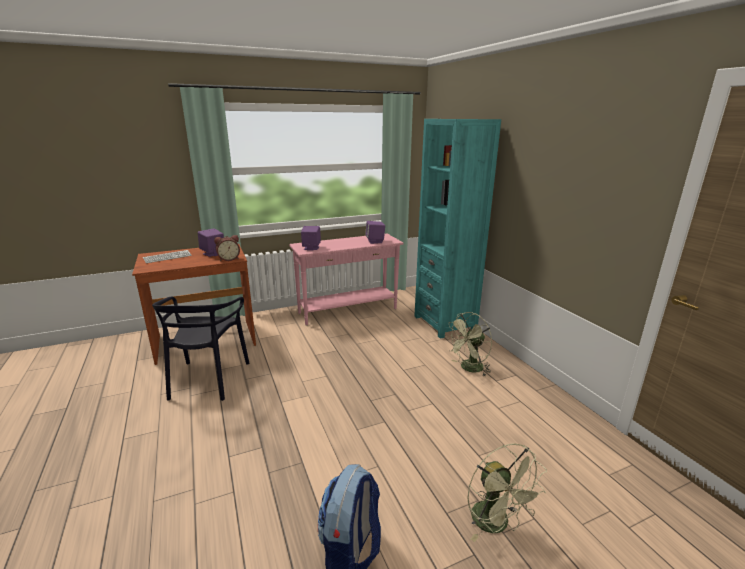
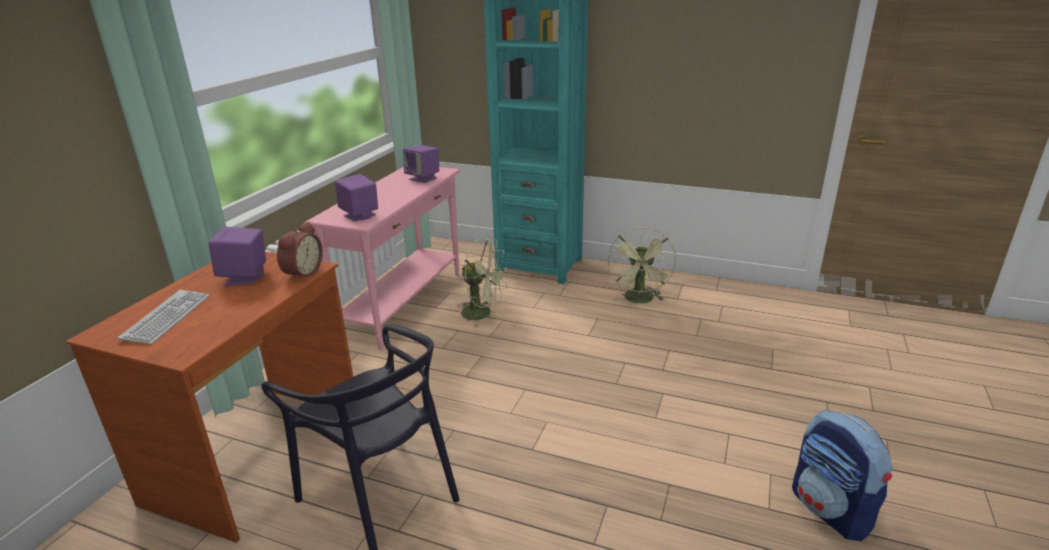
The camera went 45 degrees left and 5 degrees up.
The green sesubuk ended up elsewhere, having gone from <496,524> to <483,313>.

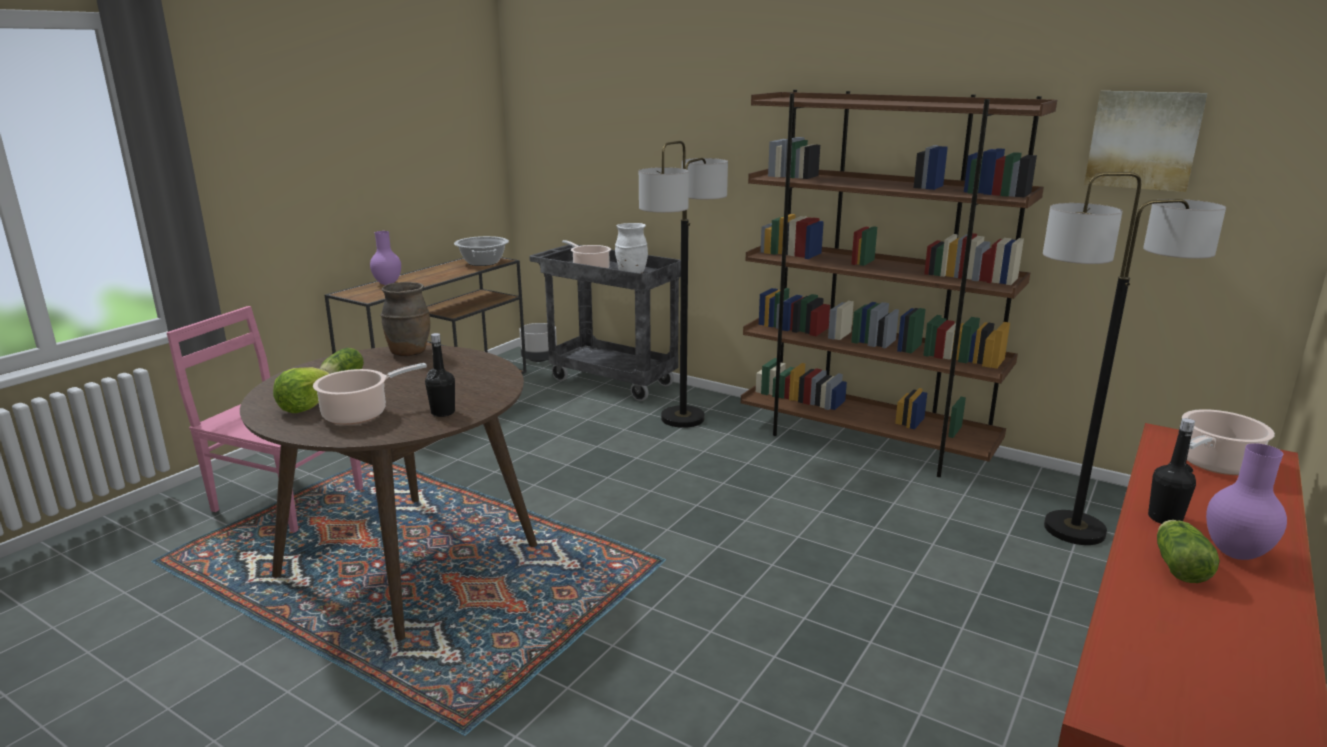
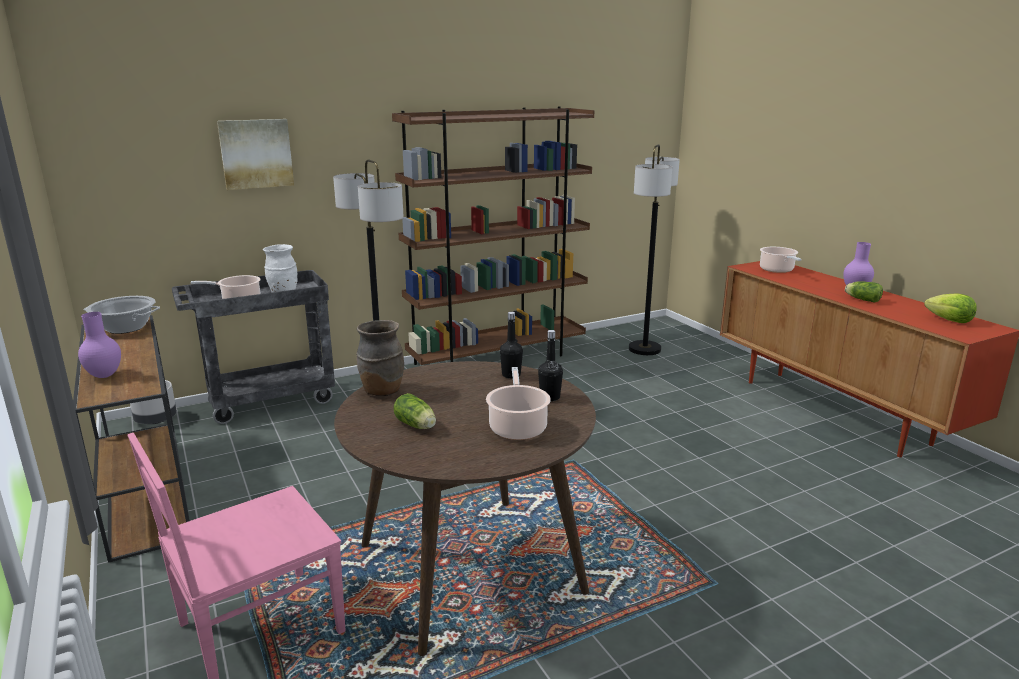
The camera went 60 degrees left and 0 degrees up.
The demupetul ended up elsewhere, having gone from <1143,140> to <256,153>.
The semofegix ended up elsewhere, having gone from <305,406> to <949,320>.
The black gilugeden ended up elsewhere, having gone from <1164,518> to <511,375>.

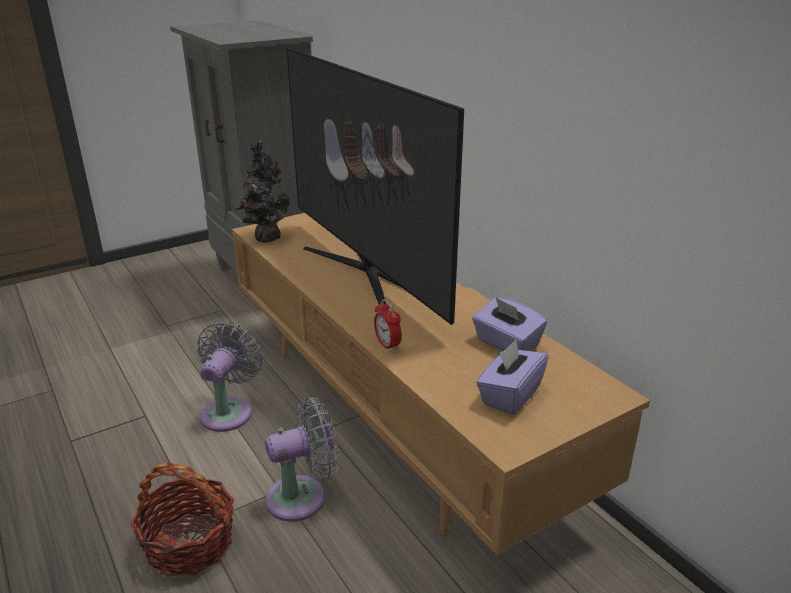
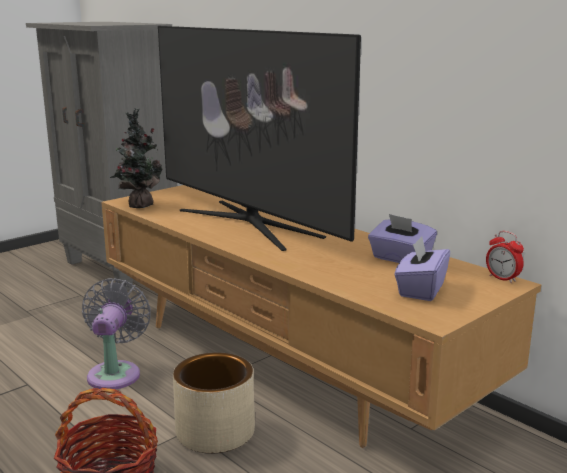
The camera went 10 degrees left and 10 degrees down.
The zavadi ended up elsewhere, having gone from <387,345> to <502,279>.
Where the grey sesubuk stood at <302,497>, the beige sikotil came to stand at <214,432>.

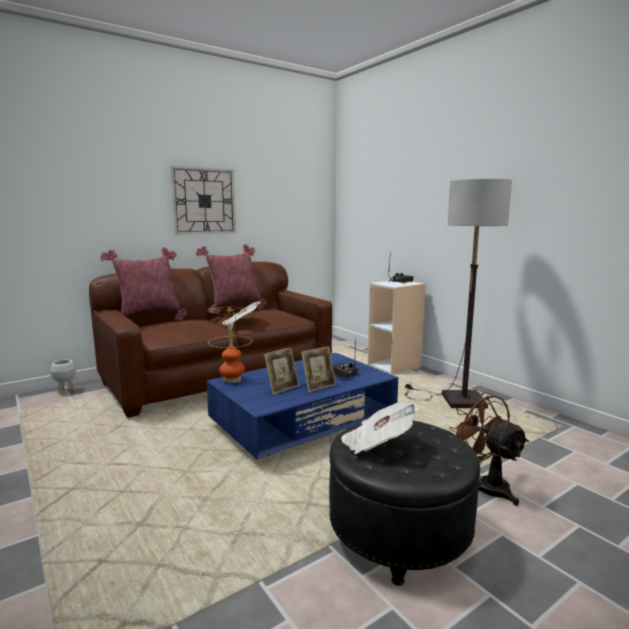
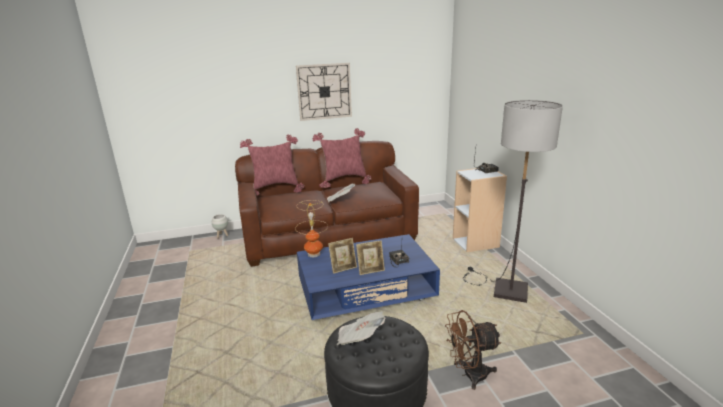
The camera went 20 degrees right and 10 degrees up.
The brown sesubuk at <486,485> ended up facing another way, 90 degrees counterclockwise from before.

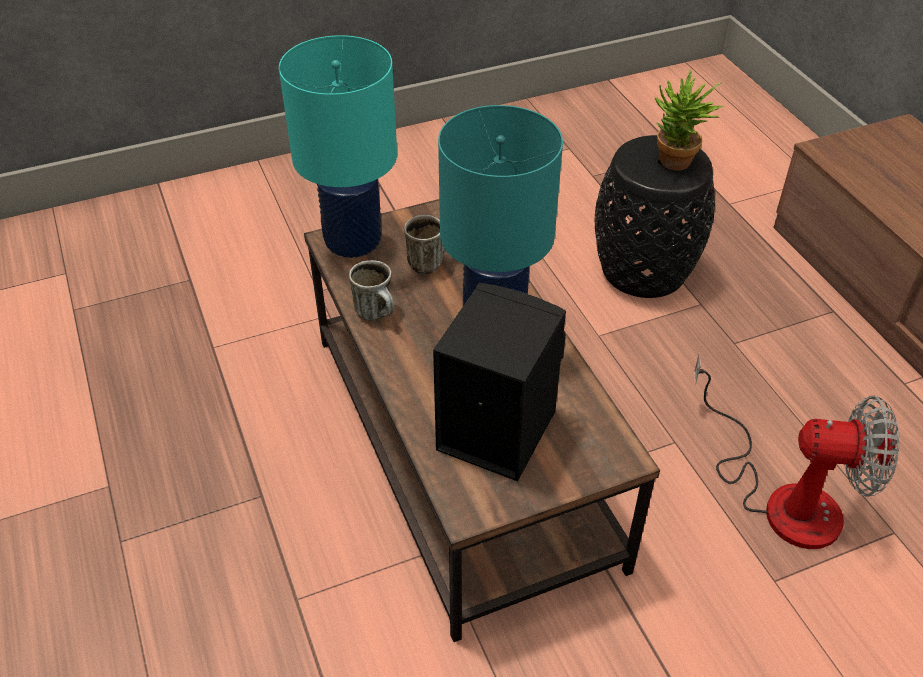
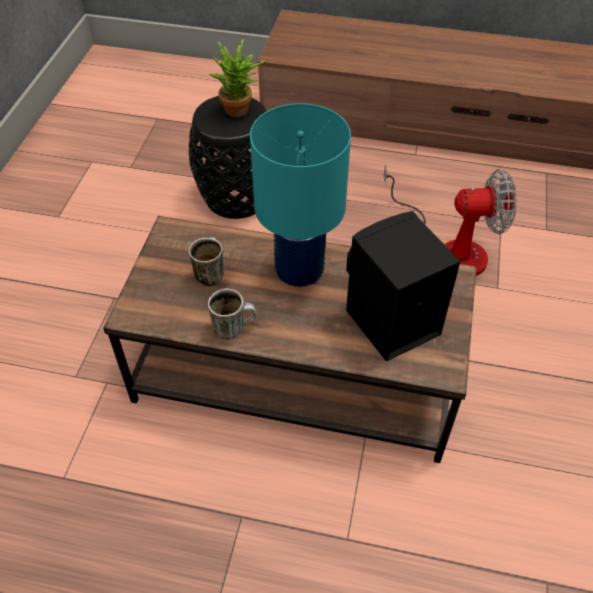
The camera went 55 degrees left and 5 degrees up.
The second view lost the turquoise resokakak at <353,245>.
The sesubuk at <783,496> ended up facing another way, 45 degrees clockwise from before.

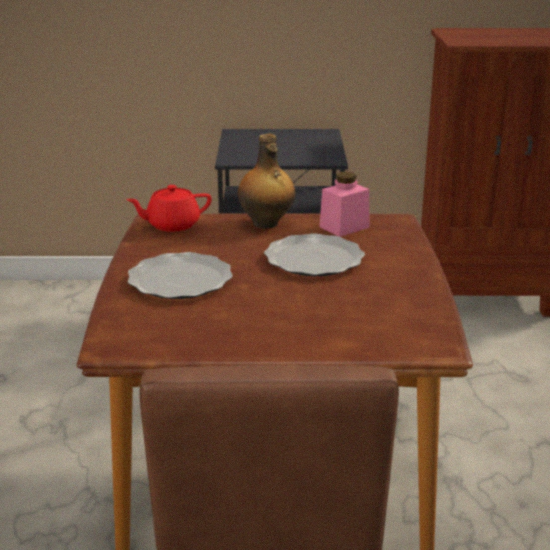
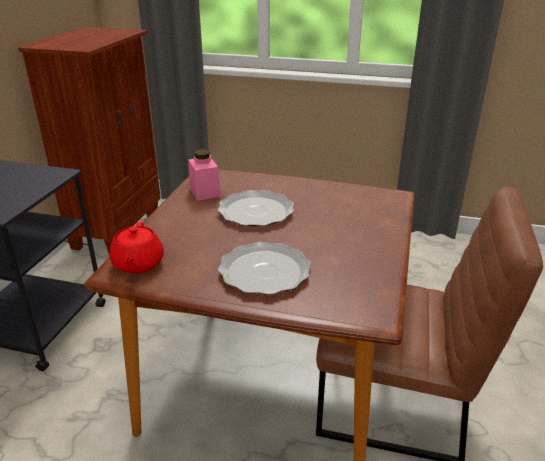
The camera went 75 degrees left and 5 degrees up.
The second view lost the gilugeden at <266,224>.

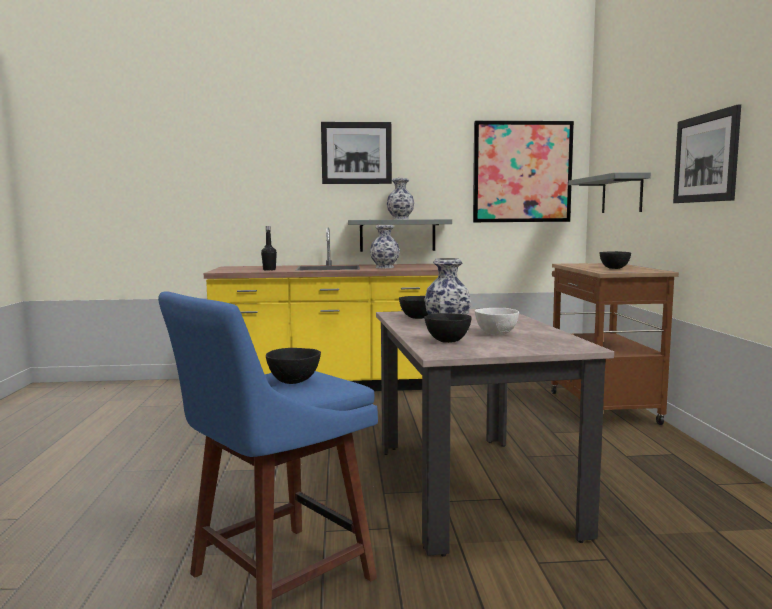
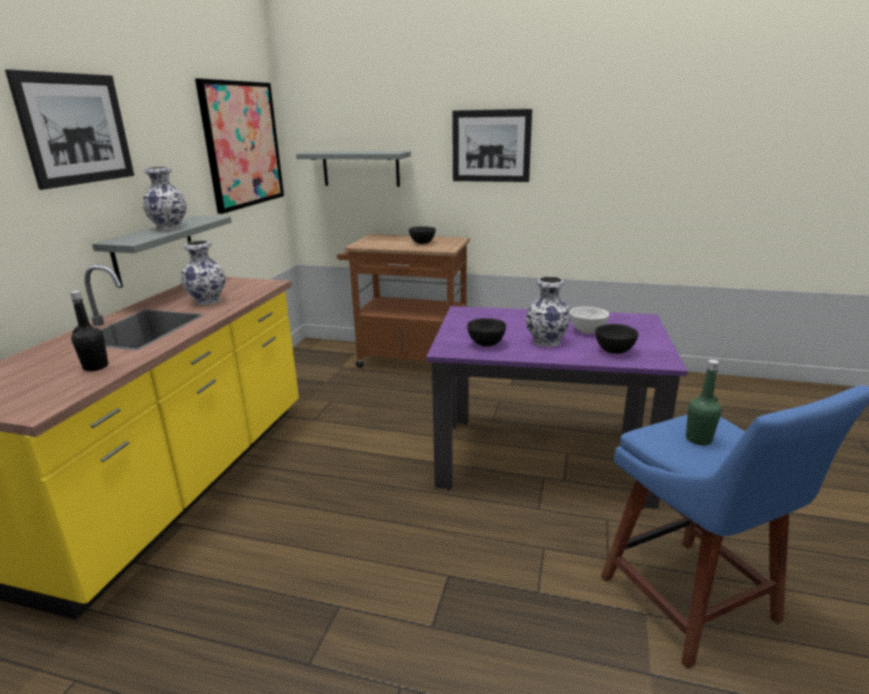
The camera went 70 degrees left and 15 degrees up.
What was the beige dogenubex at <471,487> turned into the purple dogenubex at <542,460>.
Where the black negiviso stood at <295,381>, the green gilugeden came to stand at <698,439>.

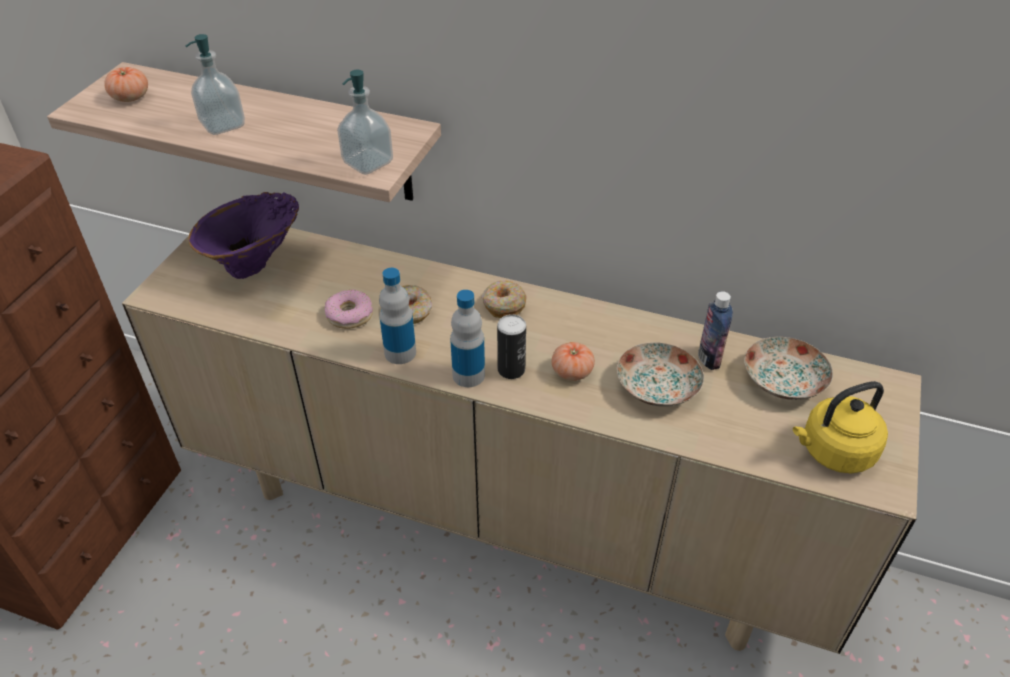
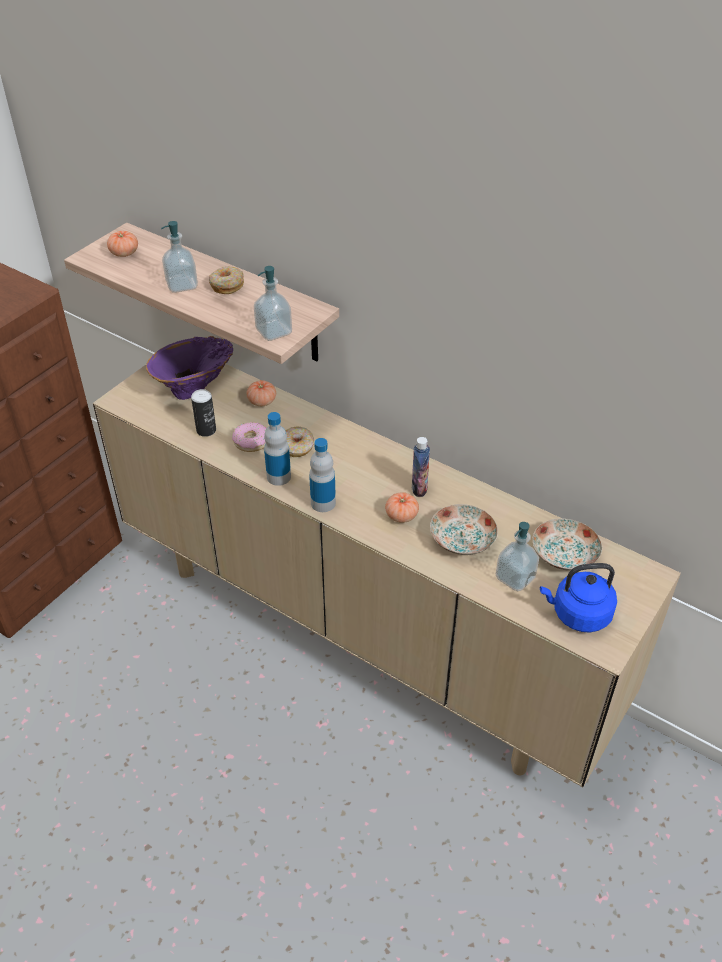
The camera went 15 degrees right and 0 degrees up.
The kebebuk ended up elsewhere, having gone from <503,305> to <227,285>.
The gilugeden ended up elsewhere, having gone from <709,358> to <419,488>.
The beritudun ended up elsewhere, having gone from <511,369> to <206,430>.
What was the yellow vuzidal at <833,452> turned into the blue vuzidal at <578,614>.
The second view gained the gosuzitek at <262,401>.
The second view gained the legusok at <515,578>.

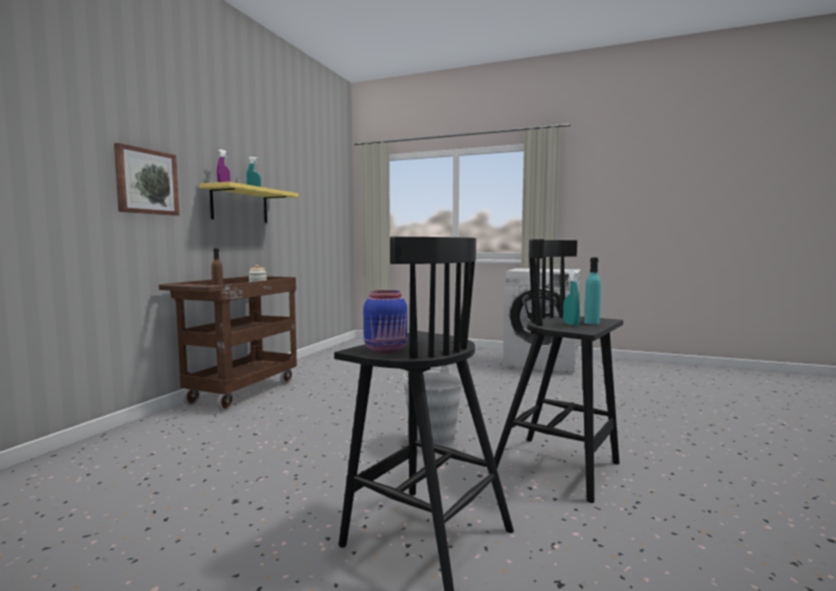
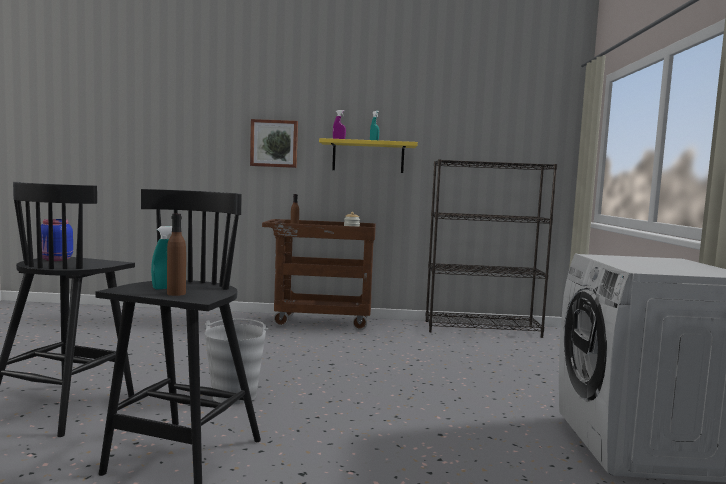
The camera went 70 degrees right and 0 degrees up.
What was the turquoise gilugeden at <591,322> turned into the brown gilugeden at <176,293>.
The second view gained the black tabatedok at <482,329>.

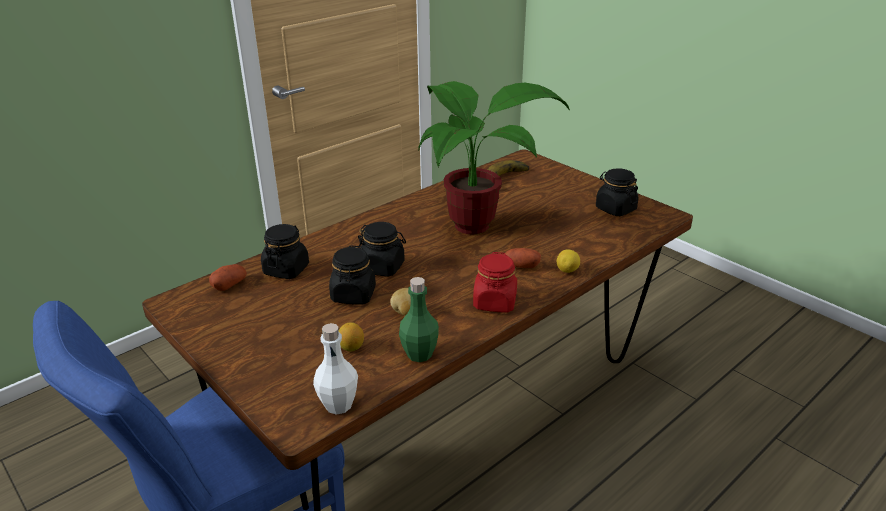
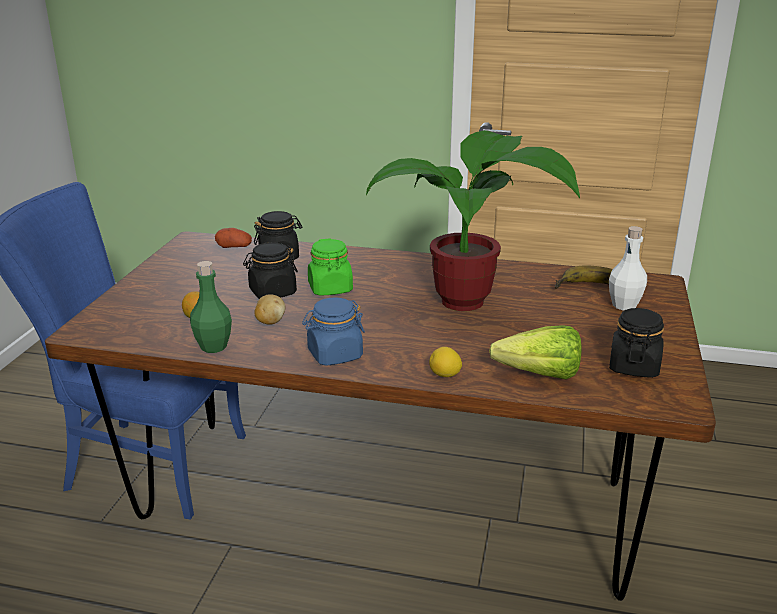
The camera went 55 degrees right and 5 degrees down.
What was the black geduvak at <382,267> turned into the green geduvak at <330,288>.
The second view lost the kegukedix at <520,266>.
What was the red geduvak at <495,302> turned into the blue geduvak at <334,355>.
The white gilugeden ended up elsewhere, having gone from <338,405> to <624,305>.
The second view gained the semofegix at <532,374>.

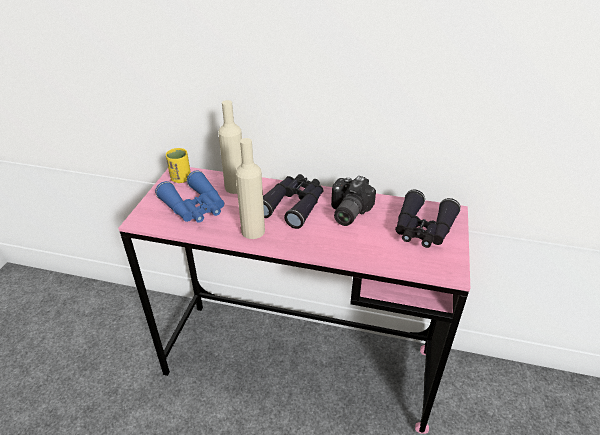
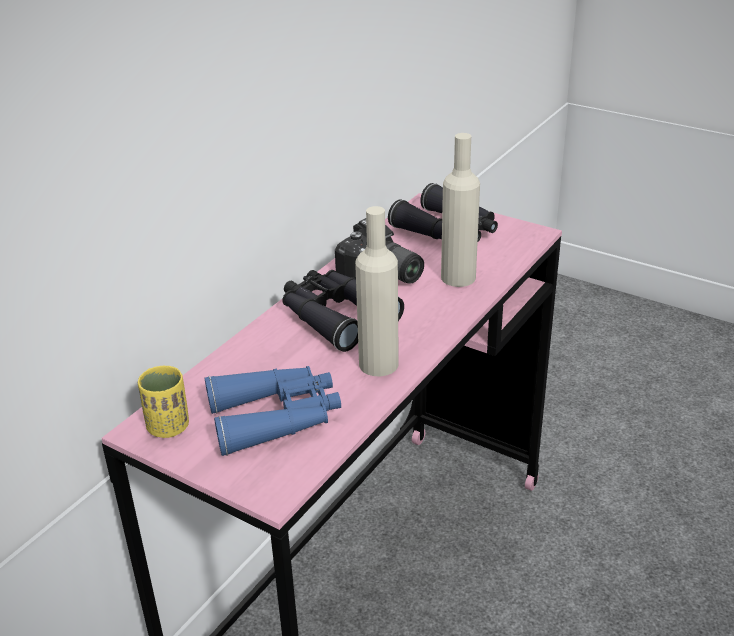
The camera went 70 degrees left and 5 degrees down.
The beige gilugeden ended up elsewhere, having gone from <235,187> to <458,277>.

